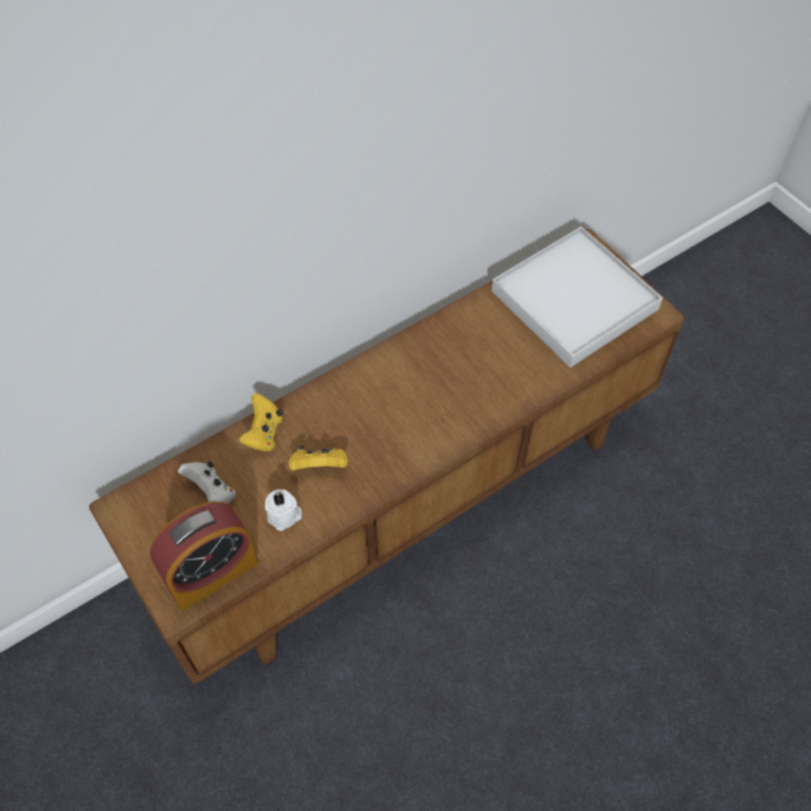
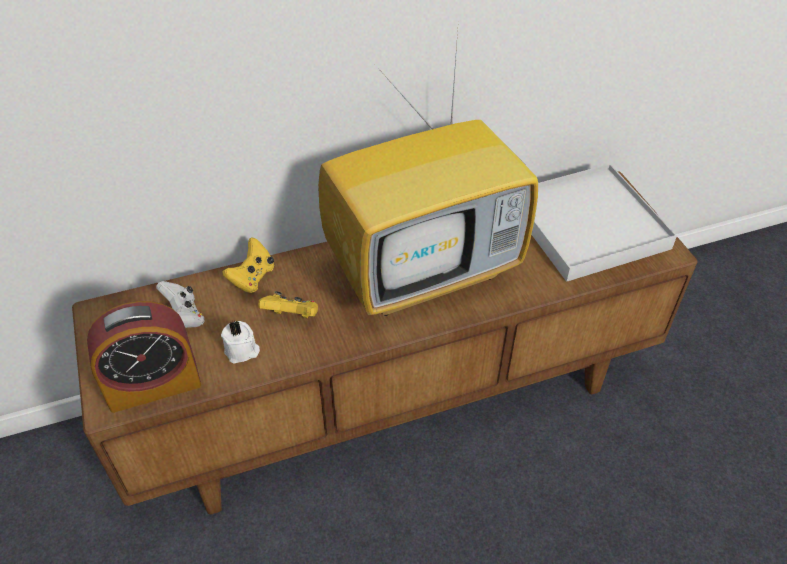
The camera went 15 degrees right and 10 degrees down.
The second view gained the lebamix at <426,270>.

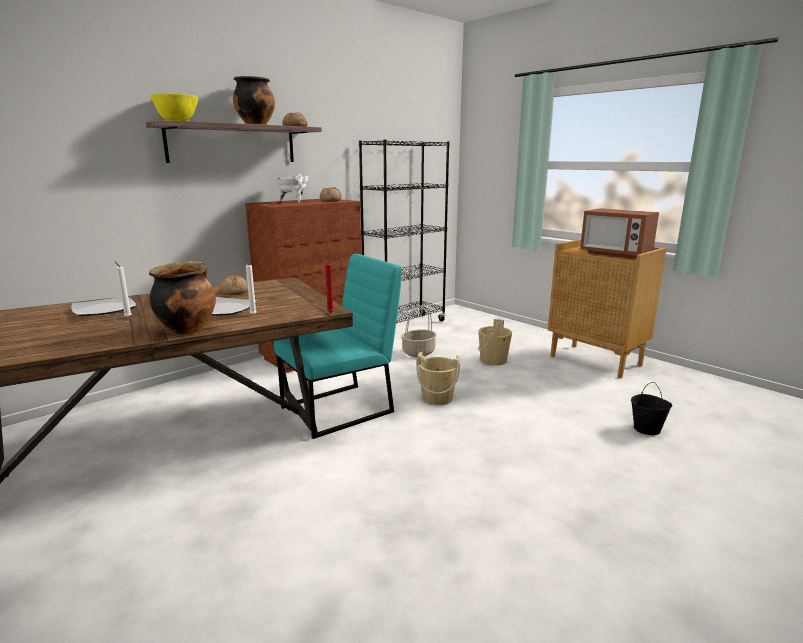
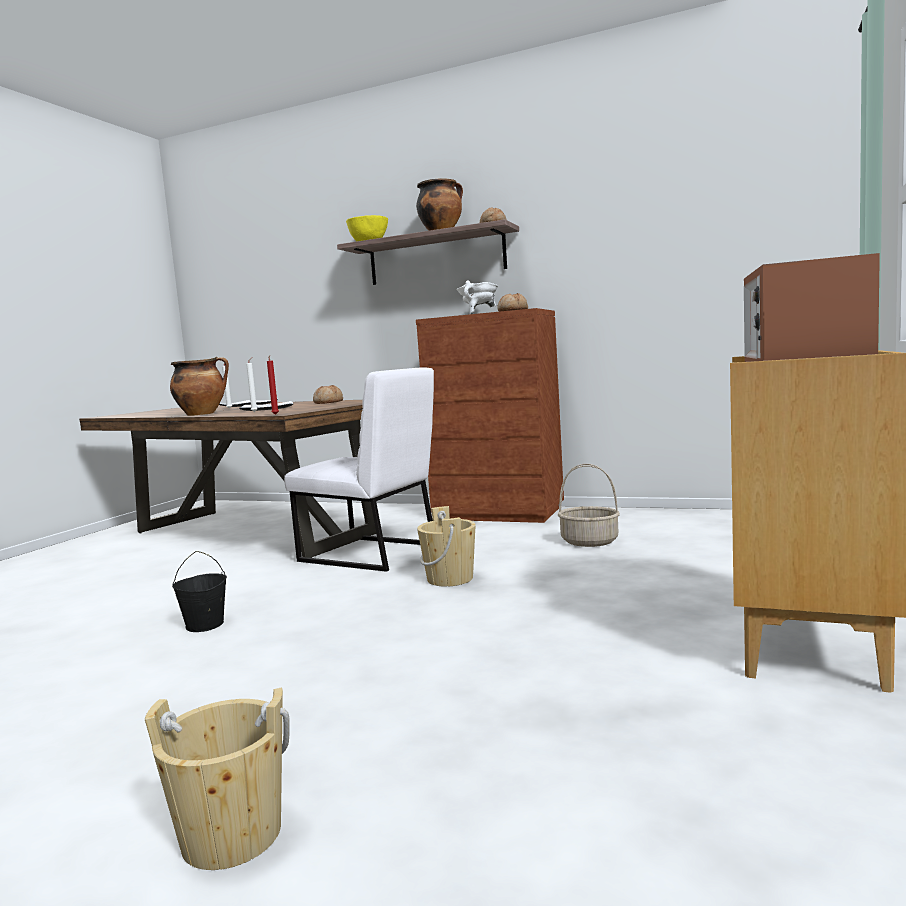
The camera went 65 degrees right and 10 degrees down.
The second view lost the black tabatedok at <405,325>.
What was the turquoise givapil at <340,409> turned into the white givapil at <371,554>.
The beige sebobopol ended up elsewhere, having gone from <493,360> to <232,835>.
The black sebobopol ended up elsewhere, having gone from <647,429> to <205,625>.

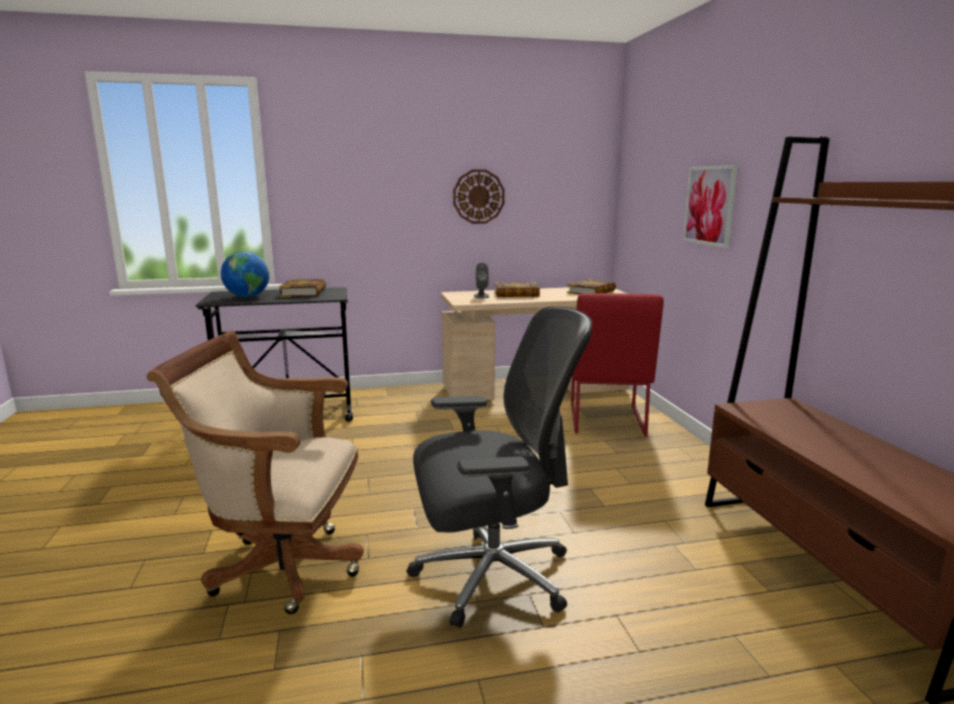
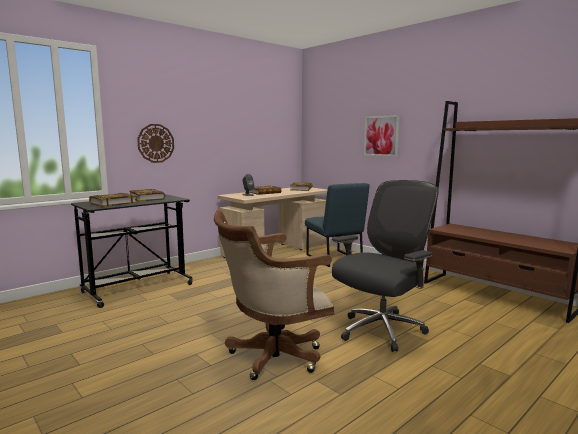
The camera went 30 degrees left and 5 degrees down.
The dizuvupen ended up elsewhere, having gone from <478,196> to <155,143>.
Where the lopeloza stood at <247,297>, the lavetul came to stand at <113,203>.
What was the red givapil at <606,420> turned into the blue givapil at <334,258>.

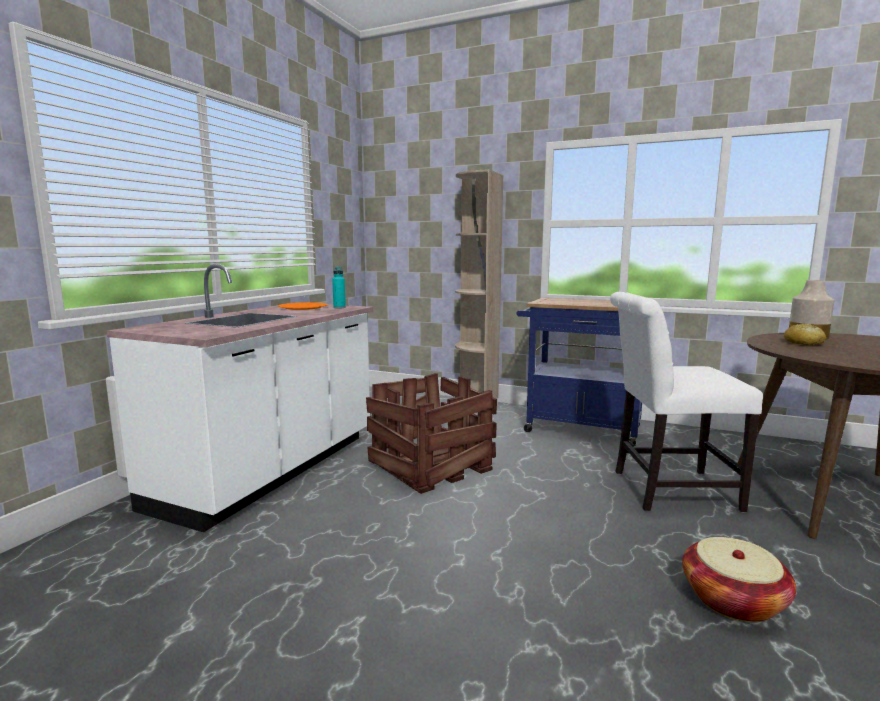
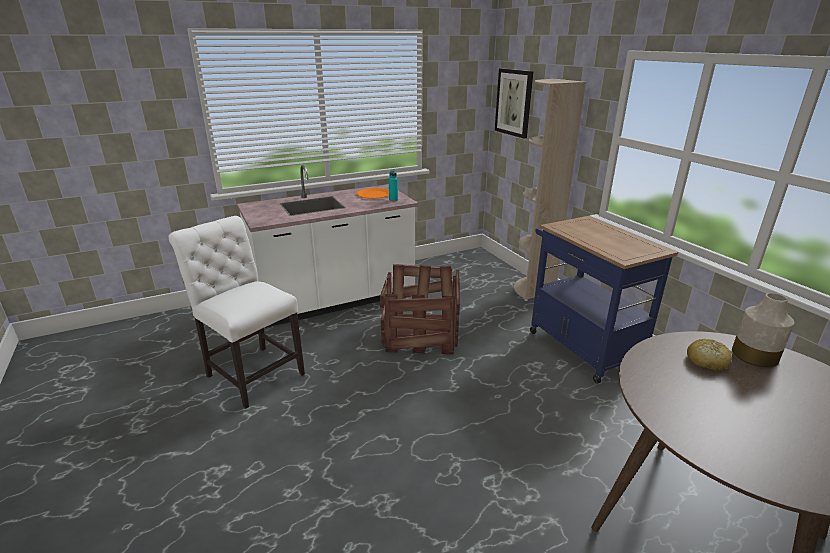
The camera went 40 degrees right and 15 degrees up.
The white givapil ended up elsewhere, having gone from <666,490> to <252,372>.
The second view lost the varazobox at <733,600>.
The second view gained the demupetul at <514,102>.

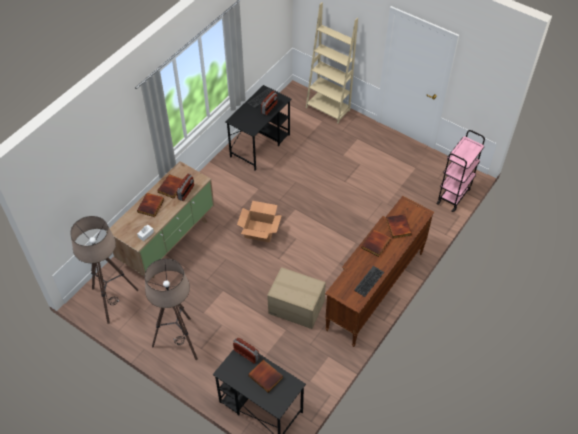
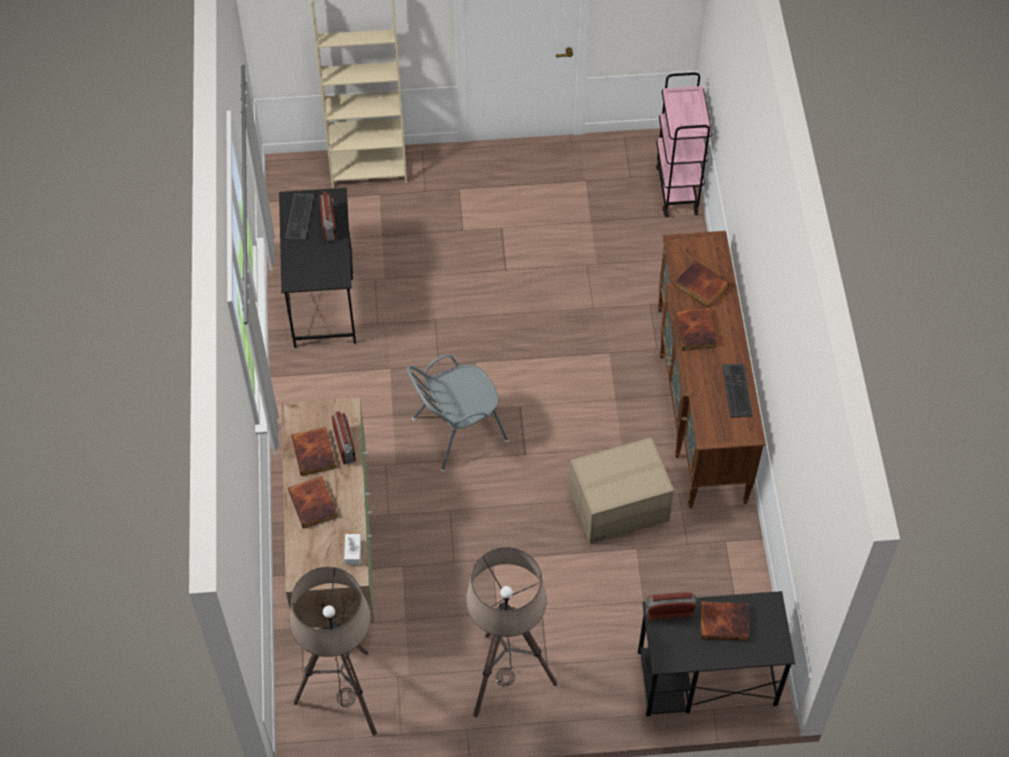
The camera went 40 degrees left and 5 degrees up.
Where the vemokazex stood at <259,230>, the grey givapil came to stand at <456,431>.

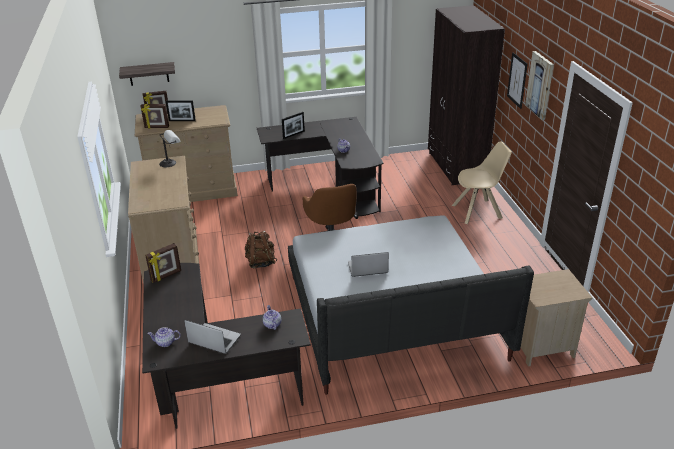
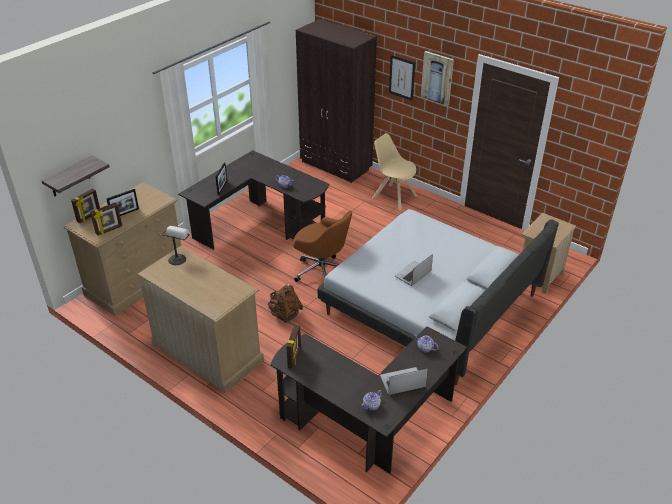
The camera went 40 degrees left and 5 degrees up.
The beige givapil at <478,211> ended up facing another way, 90 degrees counterclockwise from before.

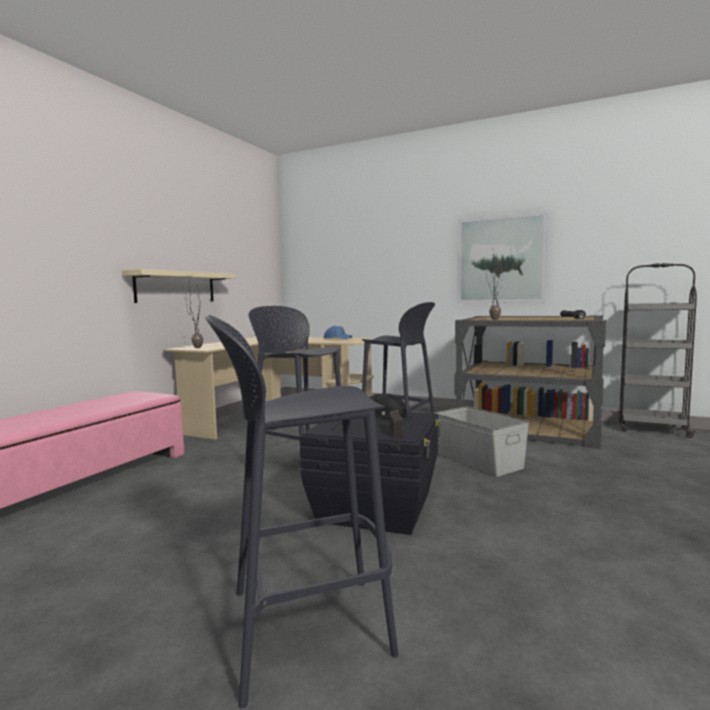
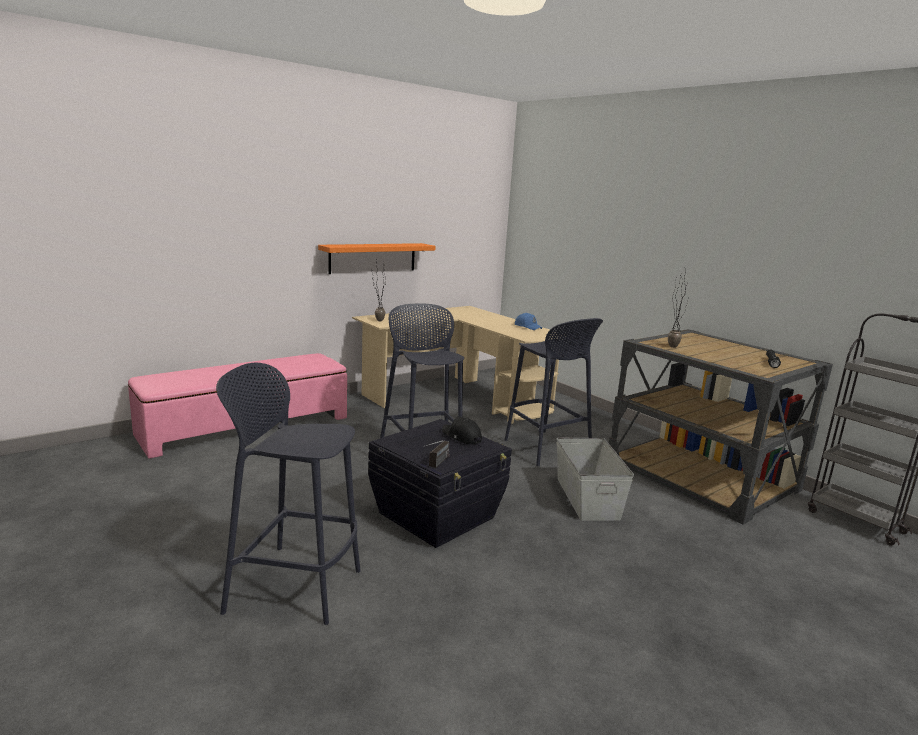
The camera went 25 degrees right and 10 degrees up.
The second view lost the demupetul at <500,260>.
What was the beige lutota at <176,287> turned into the orange lutota at <373,258>.

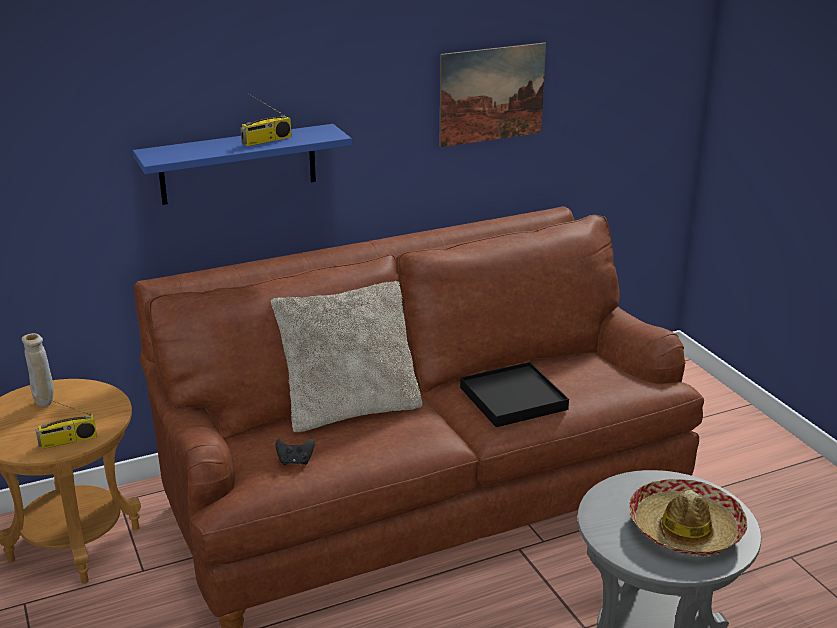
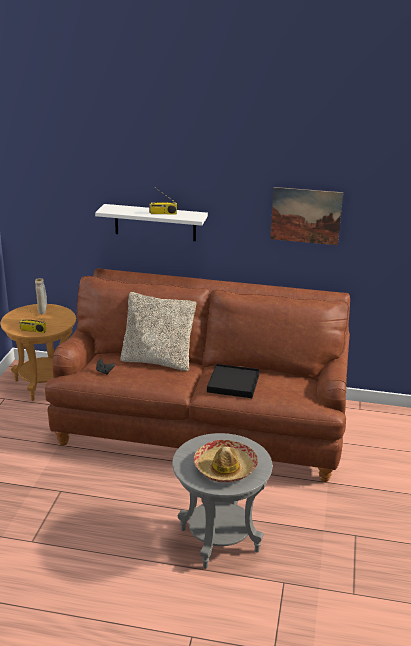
The camera went 35 degrees right and 0 degrees up.
What was the blue lutota at <238,164> turned into the white lutota at <155,222>.

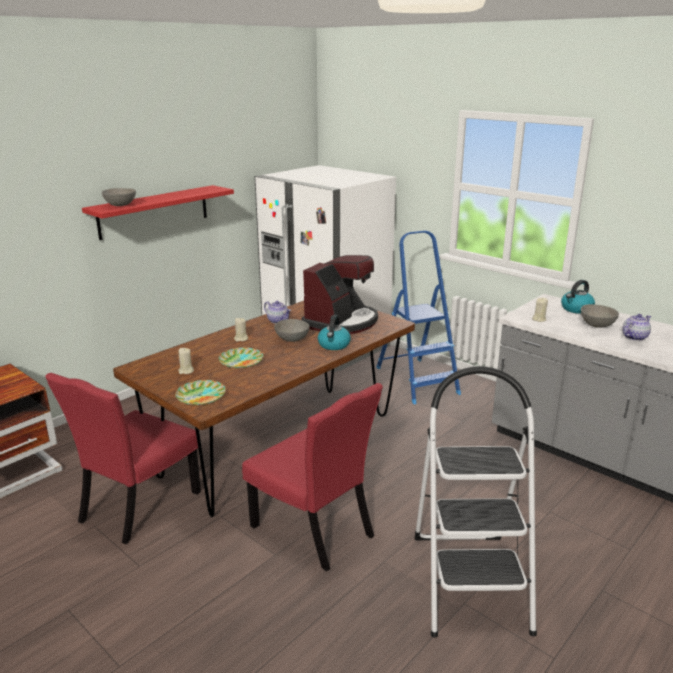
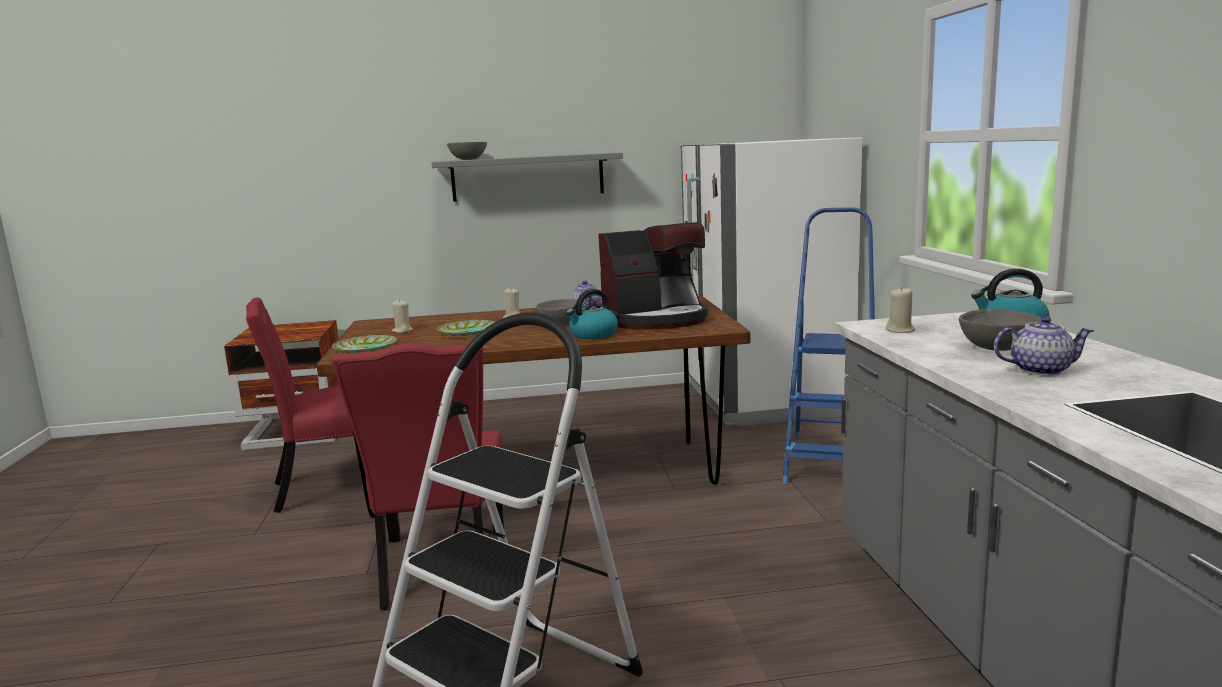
The camera went 40 degrees right and 10 degrees down.
What was the red lutota at <154,211> turned into the grey lutota at <528,177>.

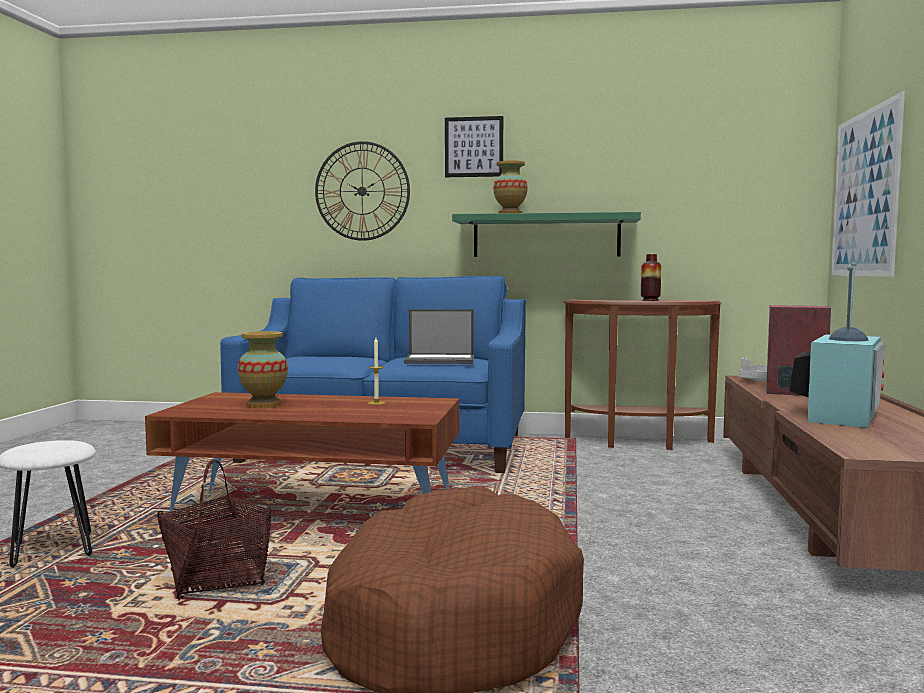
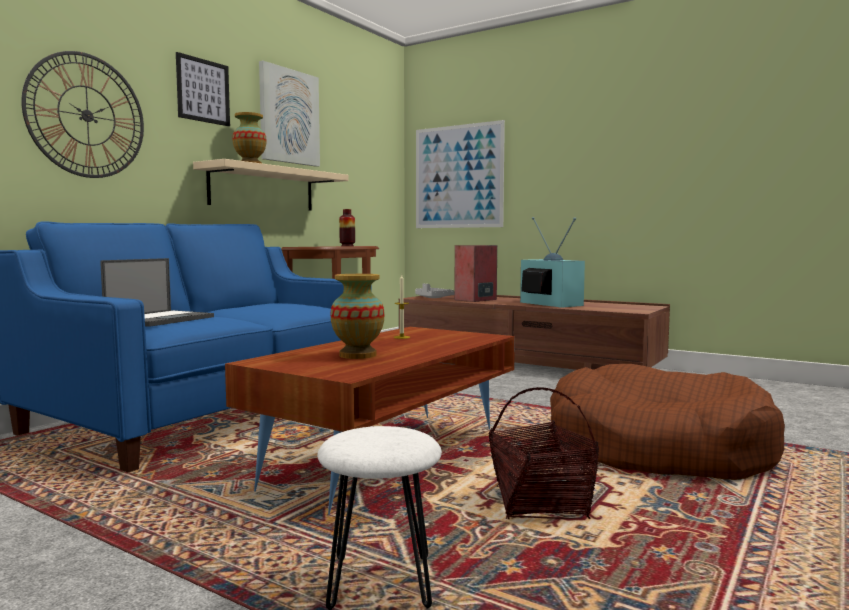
The camera went 65 degrees left and 0 degrees up.
What was the green lutota at <546,236> turned into the beige lutota at <263,189>.
The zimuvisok ended up elsewhere, having gone from <441,360> to <161,319>.
The second view gained the demupetul at <289,116>.

